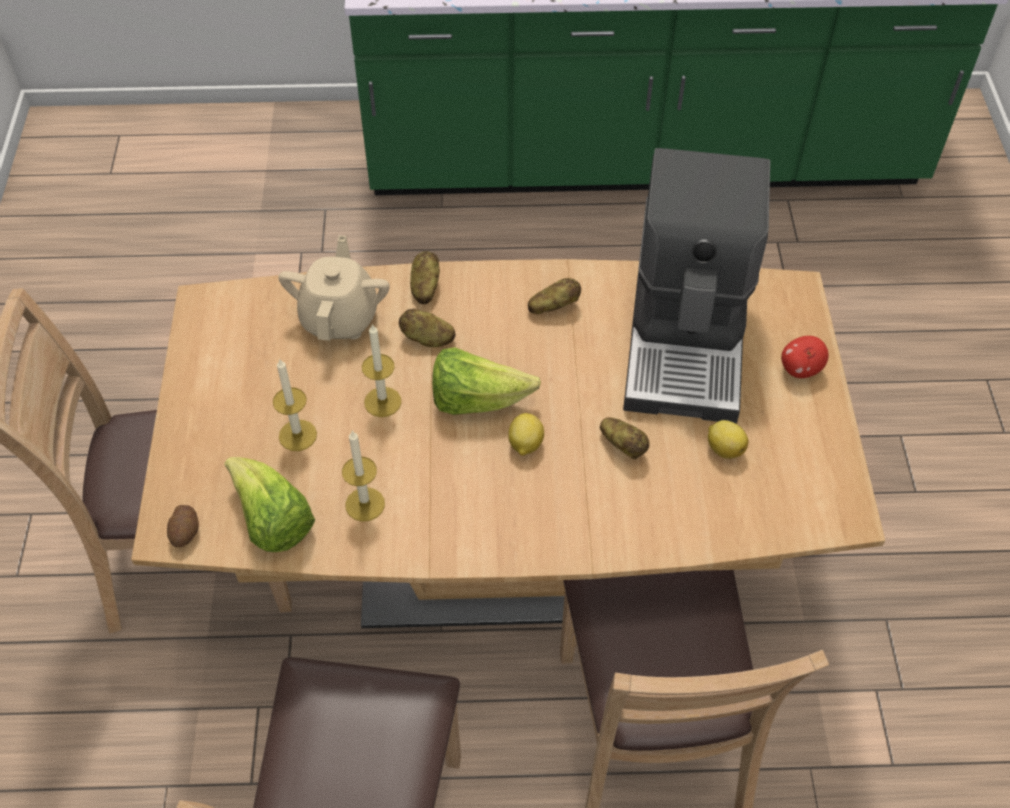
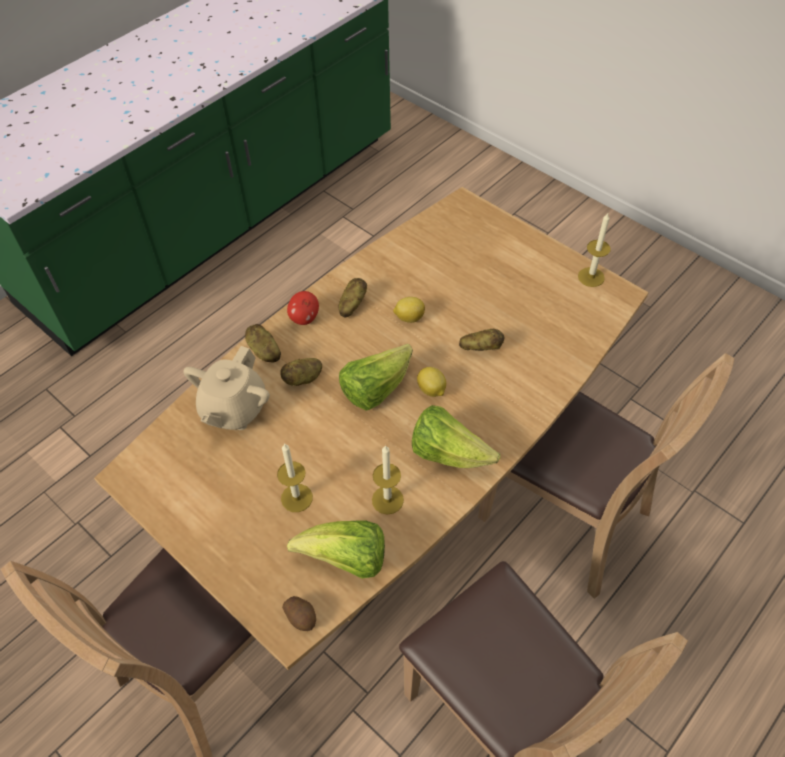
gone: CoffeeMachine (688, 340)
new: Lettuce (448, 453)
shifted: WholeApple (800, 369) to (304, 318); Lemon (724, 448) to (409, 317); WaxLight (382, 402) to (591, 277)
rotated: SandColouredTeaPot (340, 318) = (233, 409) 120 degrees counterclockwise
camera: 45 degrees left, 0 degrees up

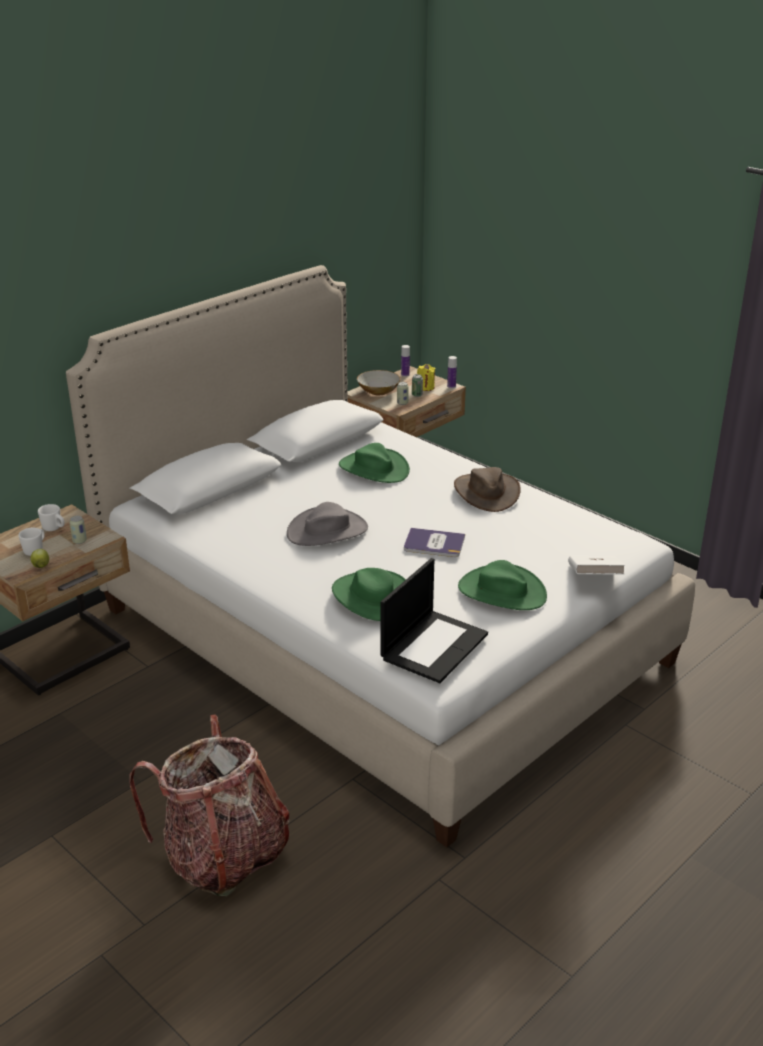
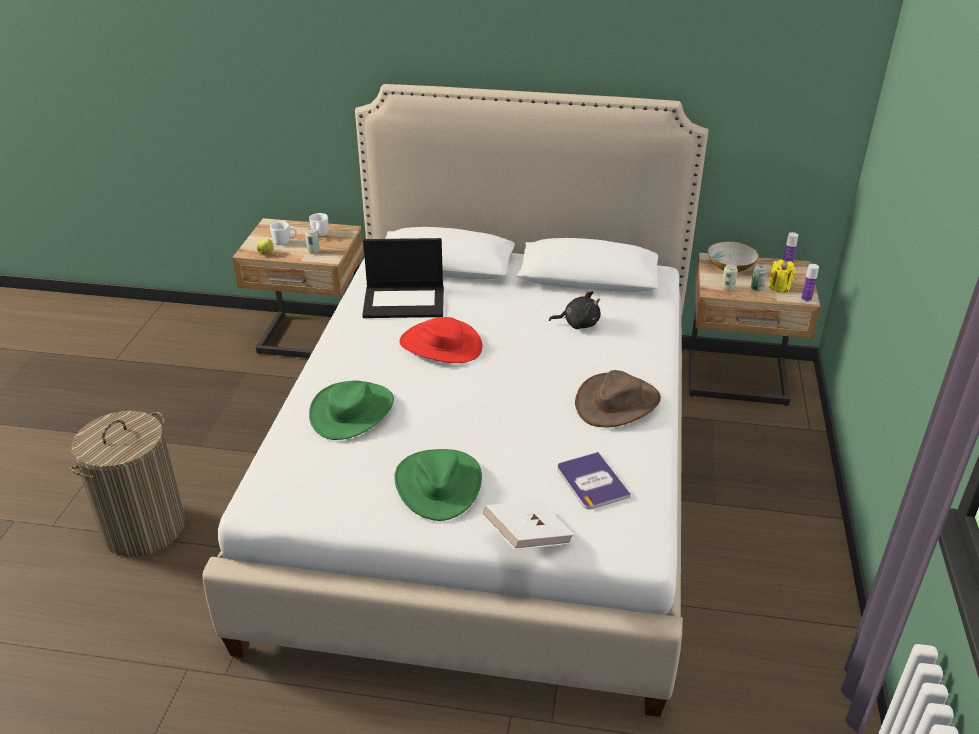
shifted: NotebookComputer (434, 645) to (405, 301); Book (434, 544) to (592, 482)
swapped: Rucksack (223, 856) to WashingBasket (144, 528); GreenWearableHat (373, 469) to BlackColouredSoftToy (578, 323)
repainted: GreyWearableHat (327, 530) to RedWearableHat (441, 345)
camera: 55 degrees right, 5 degrees up

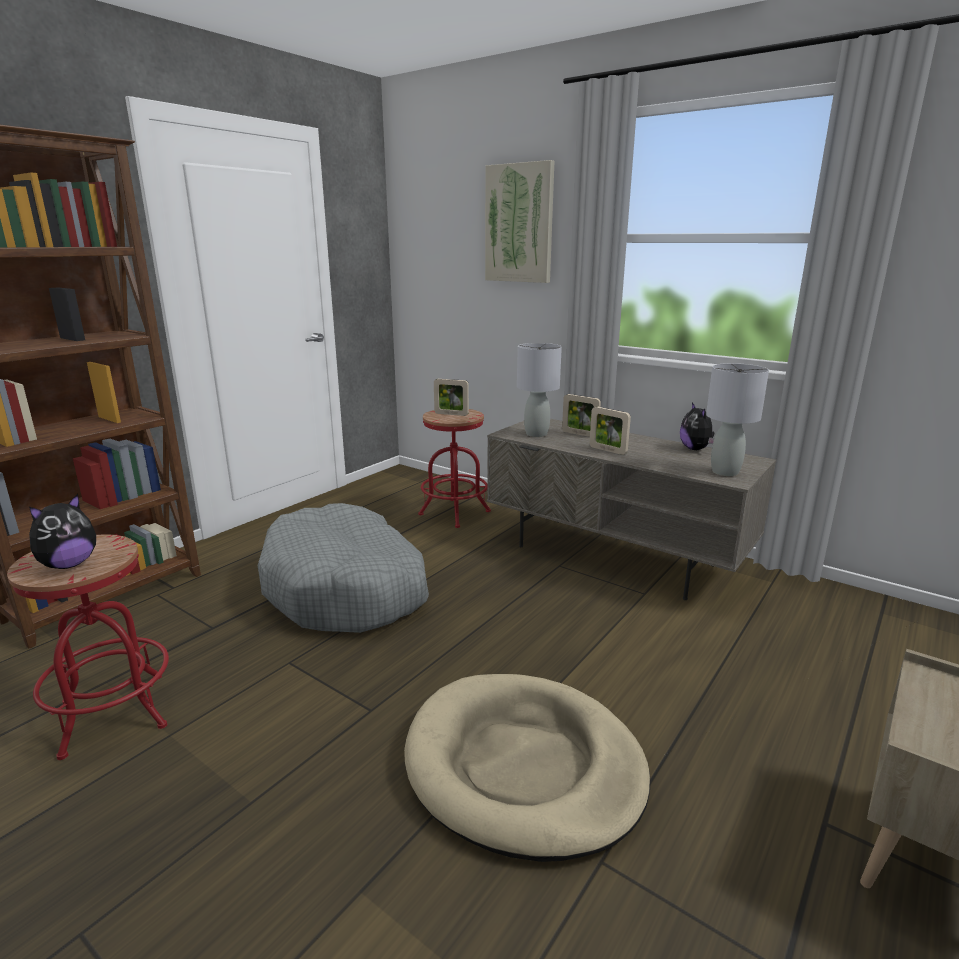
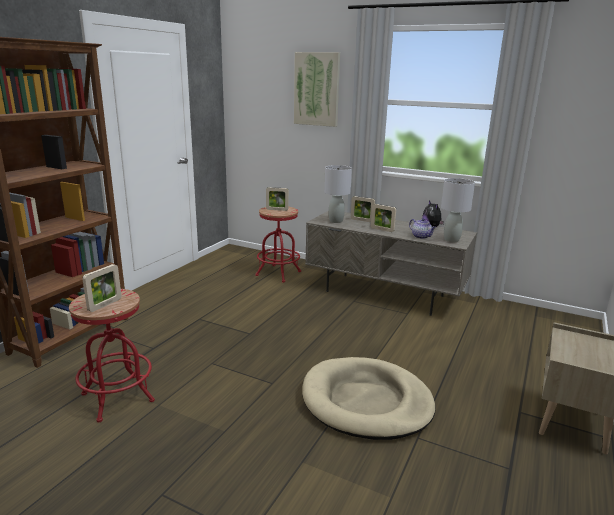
gone: GreyDogCushion (346, 588)
new: TeaPot (421, 237)
swapped: SoftToy (69, 564) to PictureFrame (105, 305)
camera: 10 degrees left, 0 degrees up

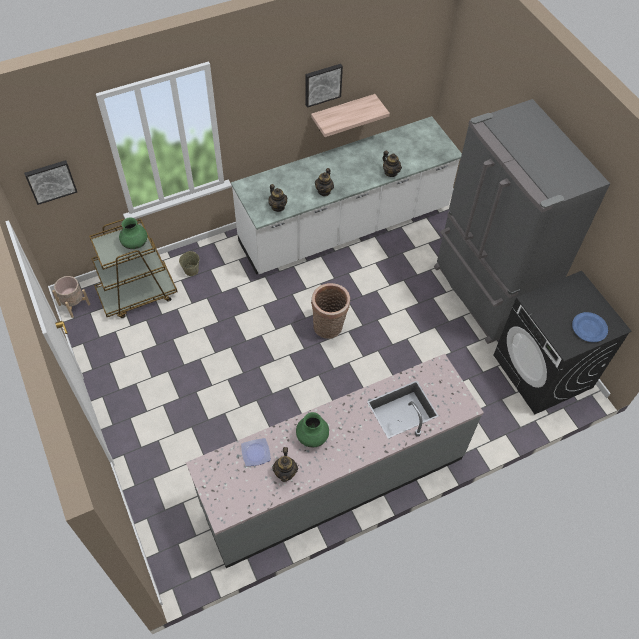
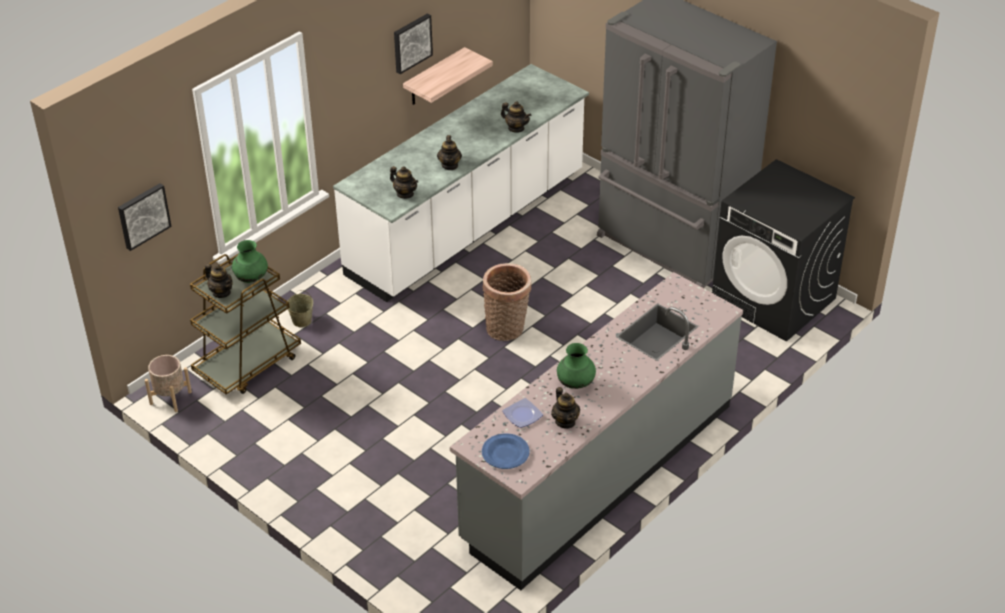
new: TeaPot (221, 292)
shifted: BlueFlatDish (589, 328) to (506, 453)
camera: 20 degrees left, 15 degrees down

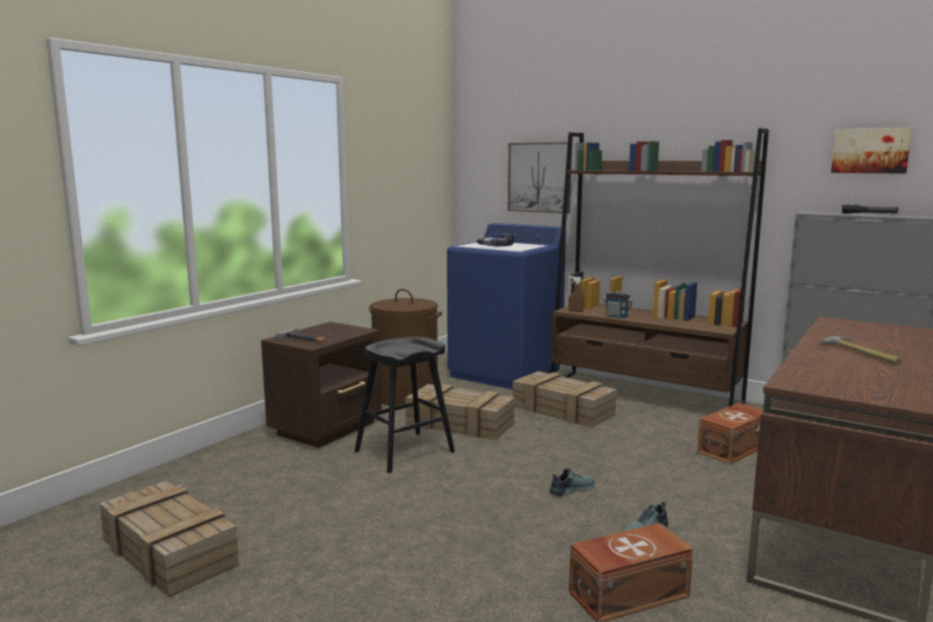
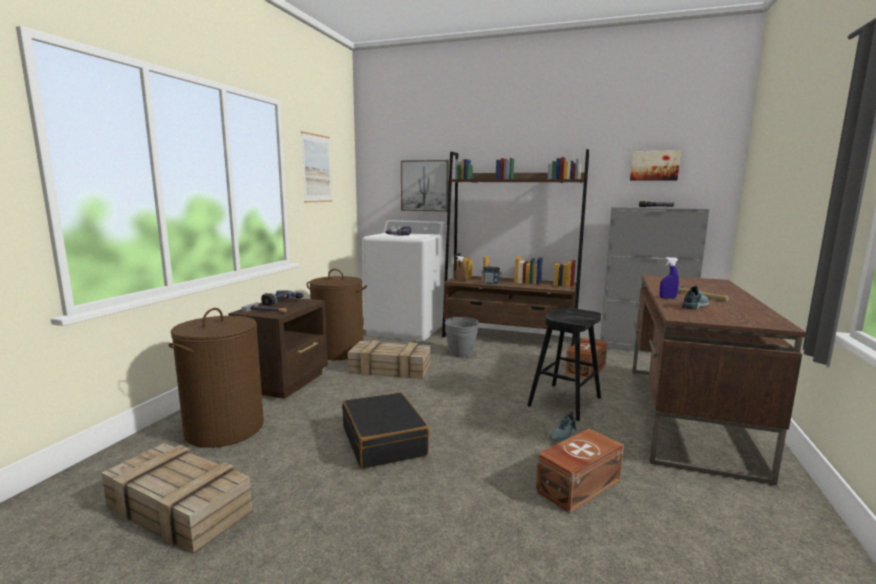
new: BrownWashingBasket (224, 428); ElectricDrill (282, 303); WallArt (317, 168); BlackColouredTravelCase (384, 441); BlueSprayer (667, 298)
shifted: BlackColouredStoolSeat (404, 452) to (564, 402); ItemOfFootwear (571, 489) to (693, 306)
swapped: PackingCrate (564, 410) to GreyWaterBucket (461, 353)
repainted: BlueLaundryMachine (506, 373) to WhitishLaundryMachine (406, 329)
camera: 15 degrees left, 0 degrees up

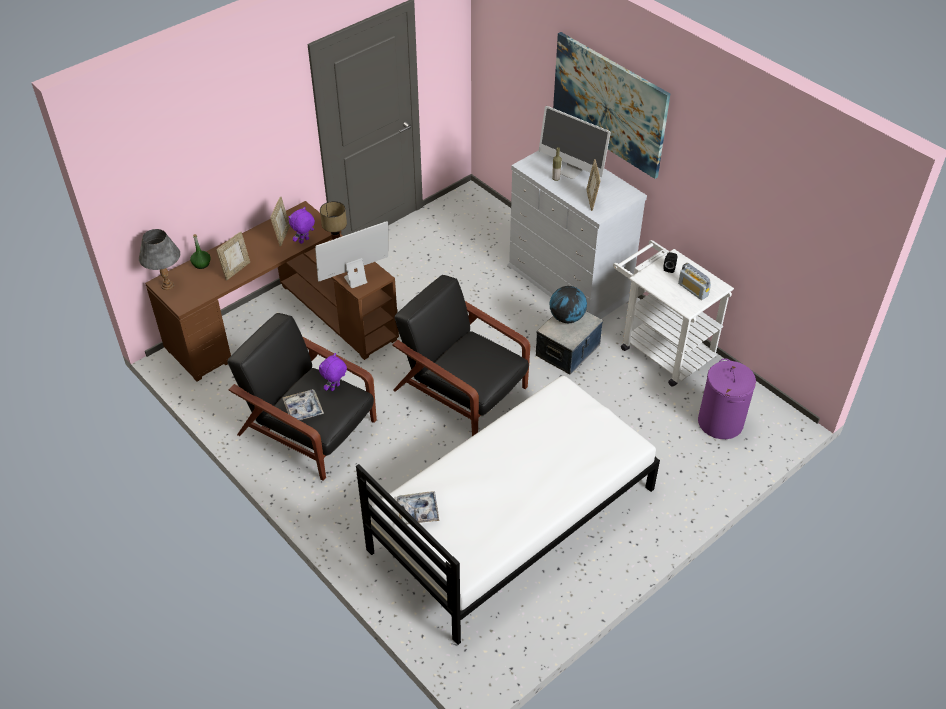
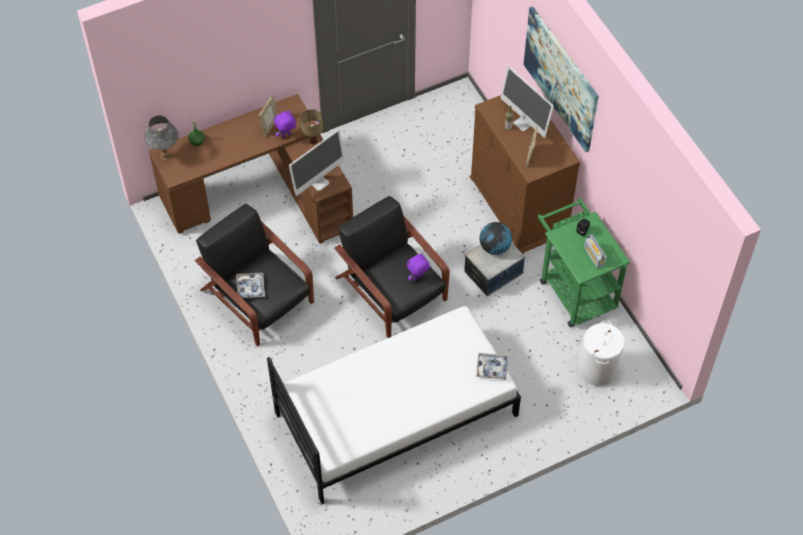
gone: PictureFrame (236, 270)
shifted: PurpleSoftToy (335, 387) to (417, 278); ServingTray (418, 511) to (492, 368)
repainted: WhitishChestOfDrawers (570, 282) to BrownChestOfDrawers (519, 205); WhitishCart (660, 348) to GreenCart (574, 289); PurpleWashingBasket (720, 422) to WhitishWashingBasket (597, 369)
rotated: ComputerDisplay (355, 279) = (318, 182) 150 degrees clockwise
camera: 15 degrees right, 10 degrees up

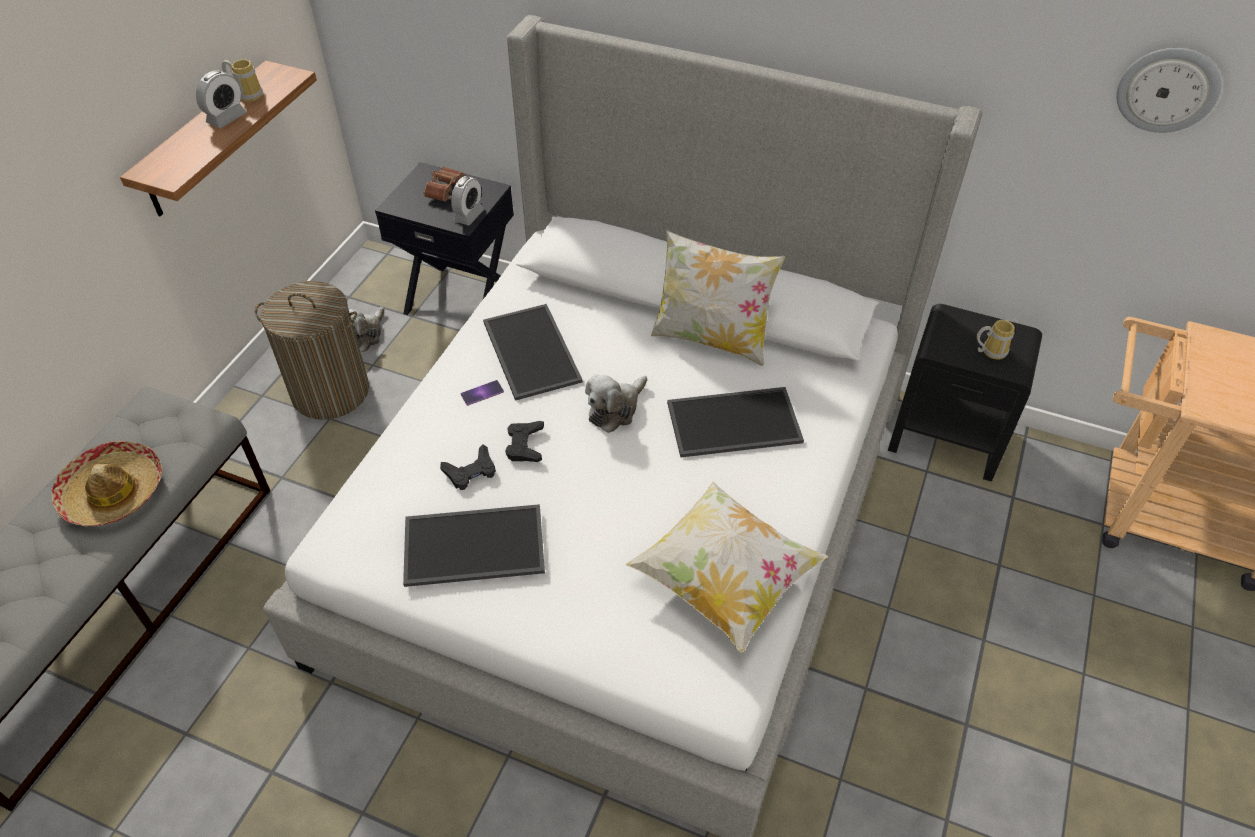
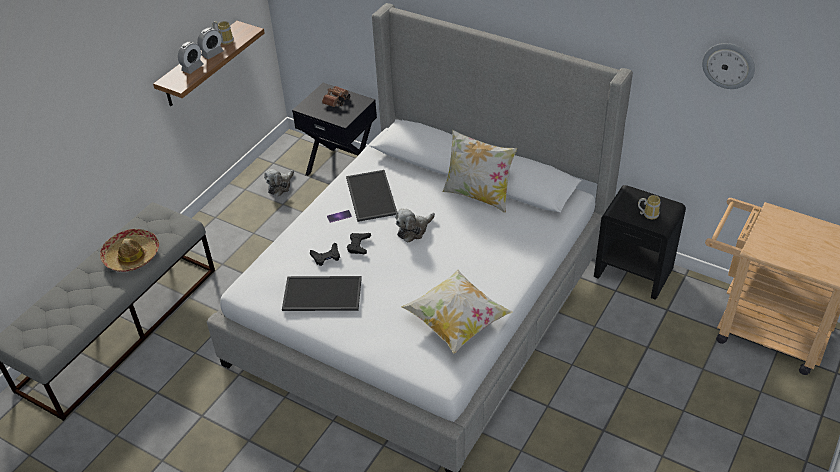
gone: WashingBasket (331, 392); ServingTray (733, 424)
shifted: TableClock (469, 215) to (192, 68)
camera: 10 degrees right, 5 degrees down

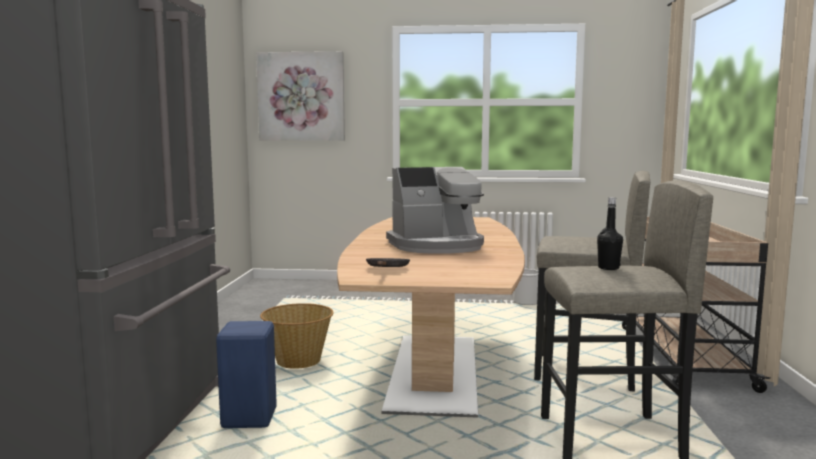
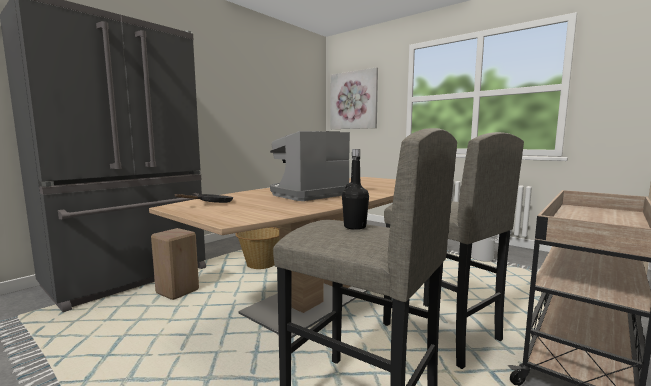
repainted: BlueStoolSeat (248, 418) to SandColouredStoolSeat (177, 291)
rotated: CoffeeMachine (437, 246) = (308, 194) 120 degrees clockwise
camera: 35 degrees right, 0 degrees up

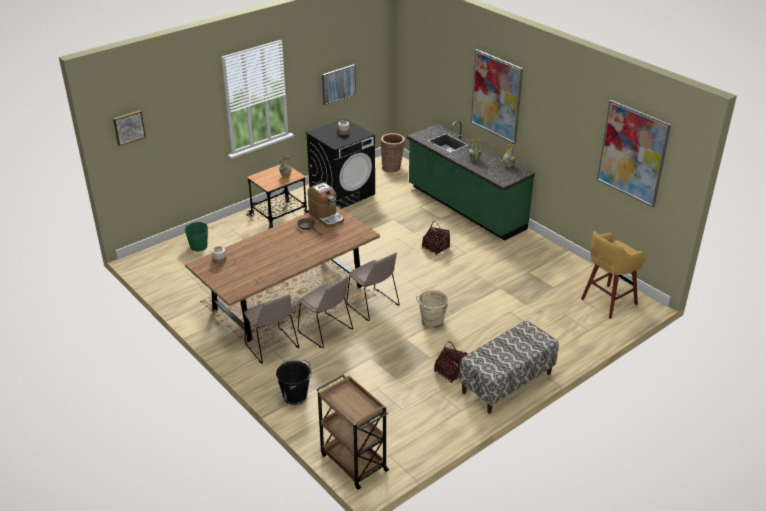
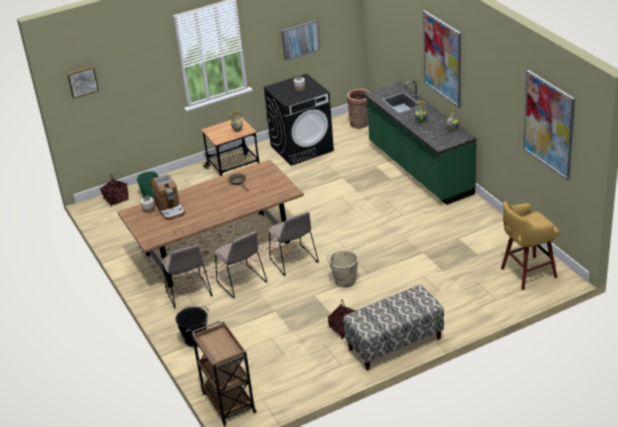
shifted: HouseholdBasket (435, 247) to (116, 199); CoffeeMachine (326, 217) to (170, 209)
camera: 15 degrees right, 0 degrees up

